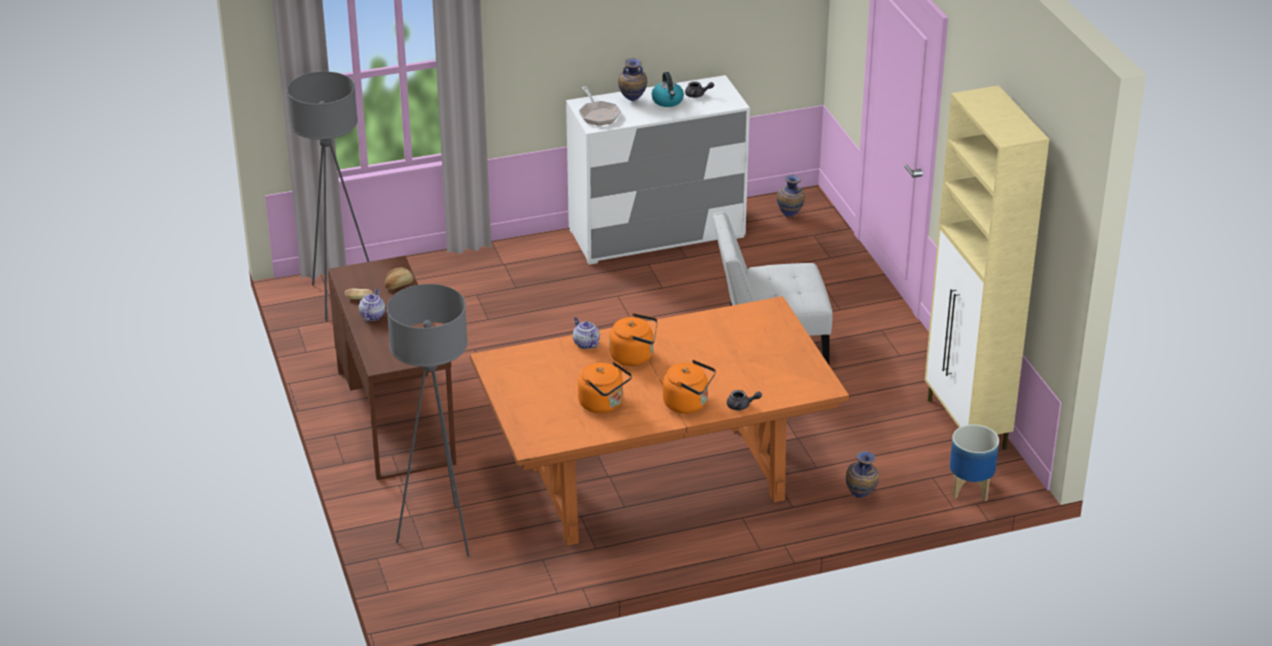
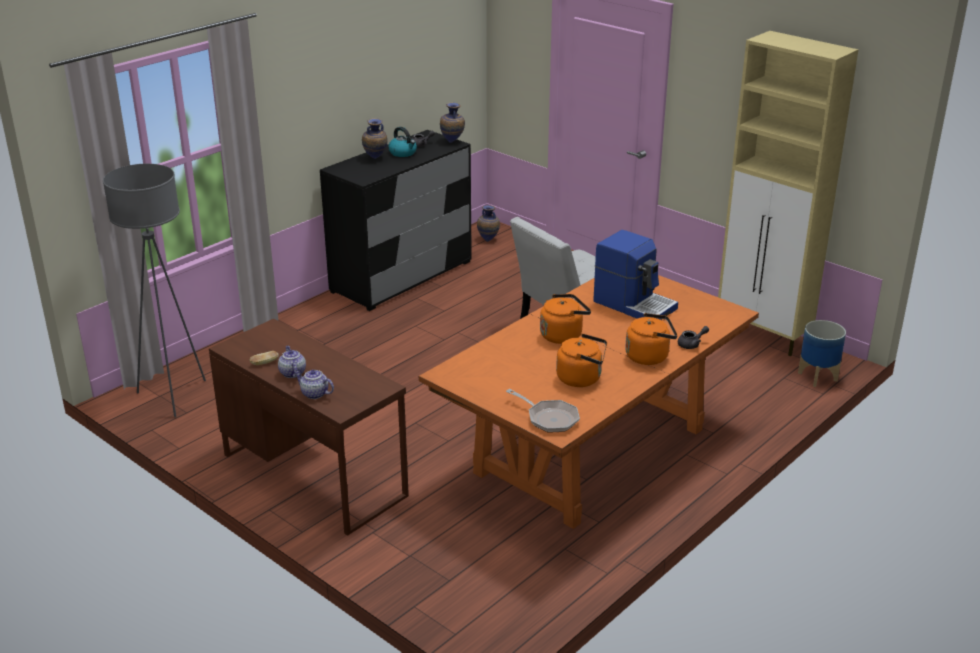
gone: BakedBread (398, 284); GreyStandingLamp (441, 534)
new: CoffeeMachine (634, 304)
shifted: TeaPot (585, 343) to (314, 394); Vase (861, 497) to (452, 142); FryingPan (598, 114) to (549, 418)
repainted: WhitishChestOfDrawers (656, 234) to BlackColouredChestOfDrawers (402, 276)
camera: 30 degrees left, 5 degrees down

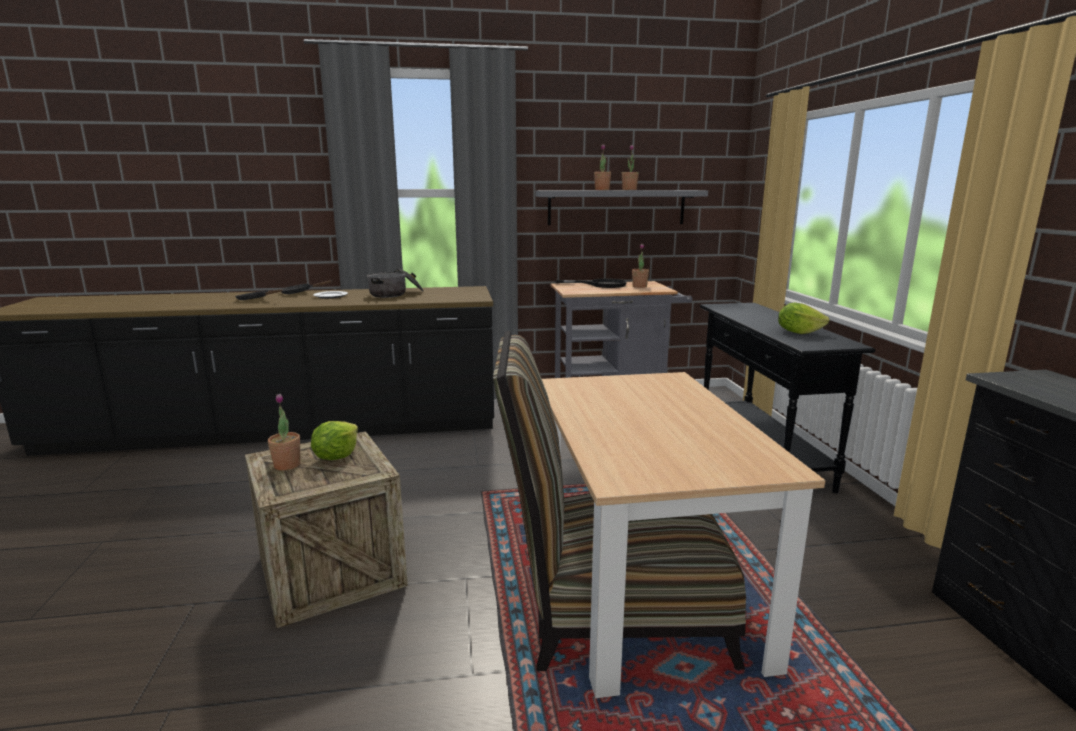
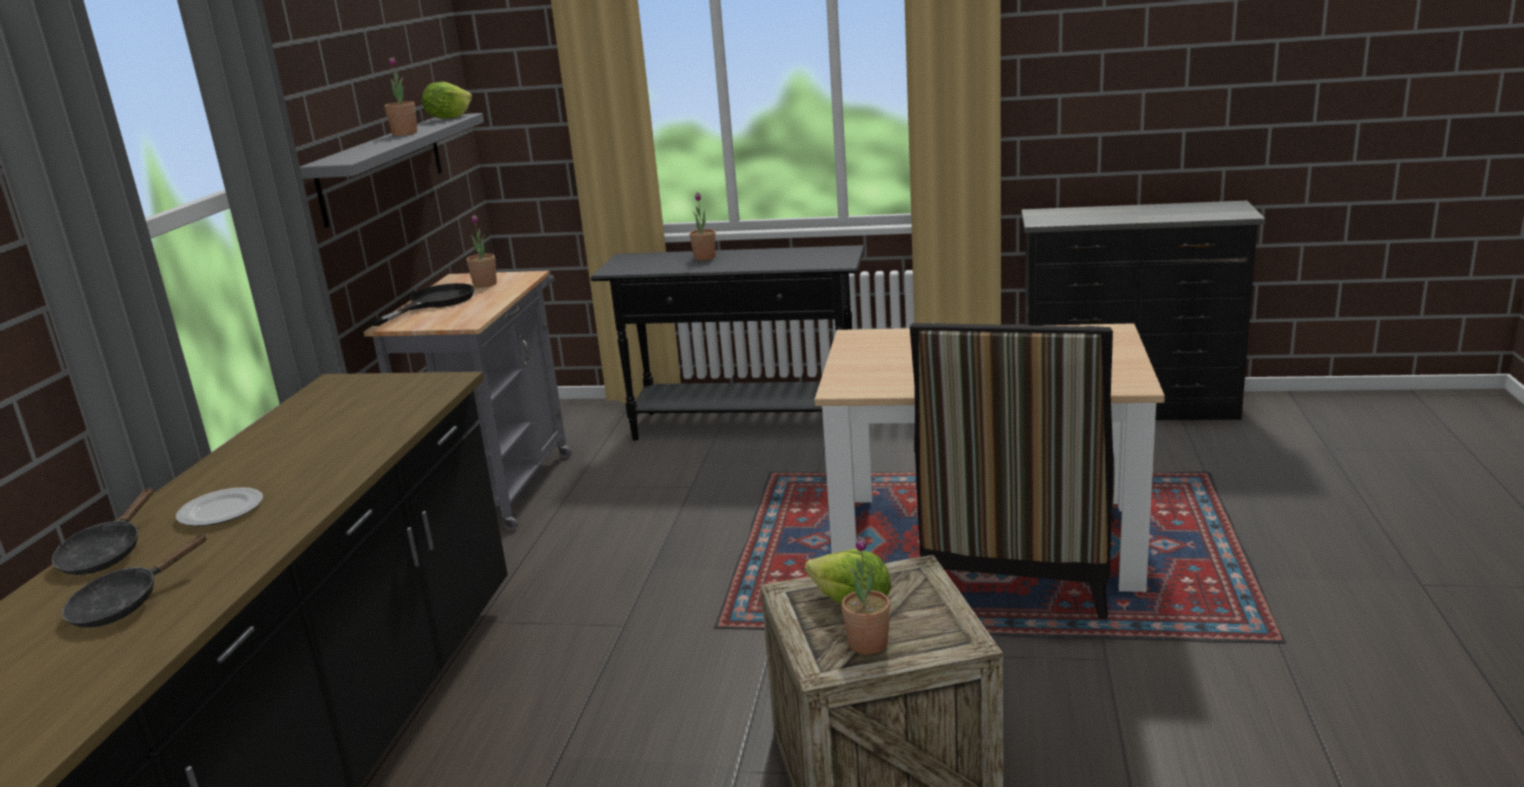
gone: Saucepot (396, 294)
shifted: Lettuce (798, 332) to (448, 118); PottedPlant (602, 190) to (704, 257)
camera: 70 degrees left, 5 degrees up

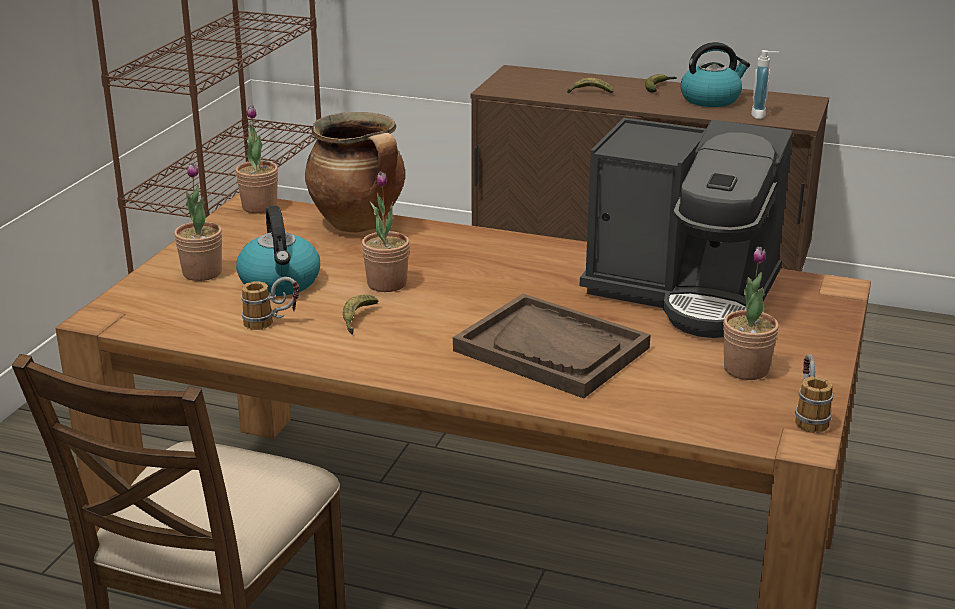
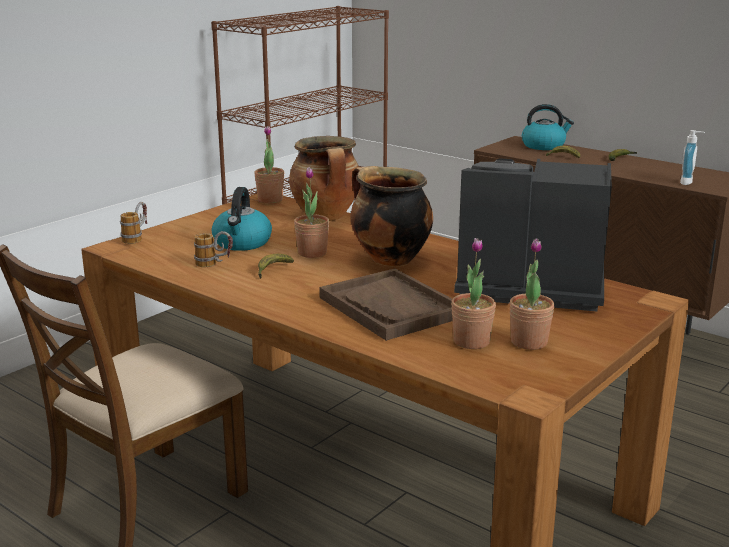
new: Saucepot (388, 259)
shifted: TeaMug (808, 415) to (137, 237); PottedPlant (202, 273) to (471, 341); WaterKettle (711, 99) to (544, 146)
rotated: CoffeeMachine (684, 292) = (525, 286) 150 degrees clockwise
camera: 20 degrees right, 5 degrees down

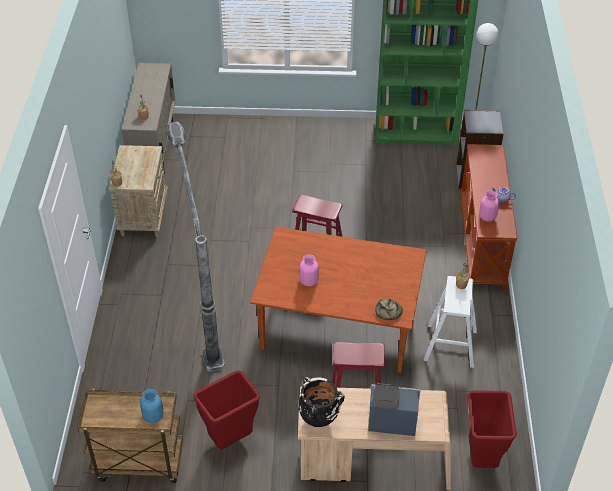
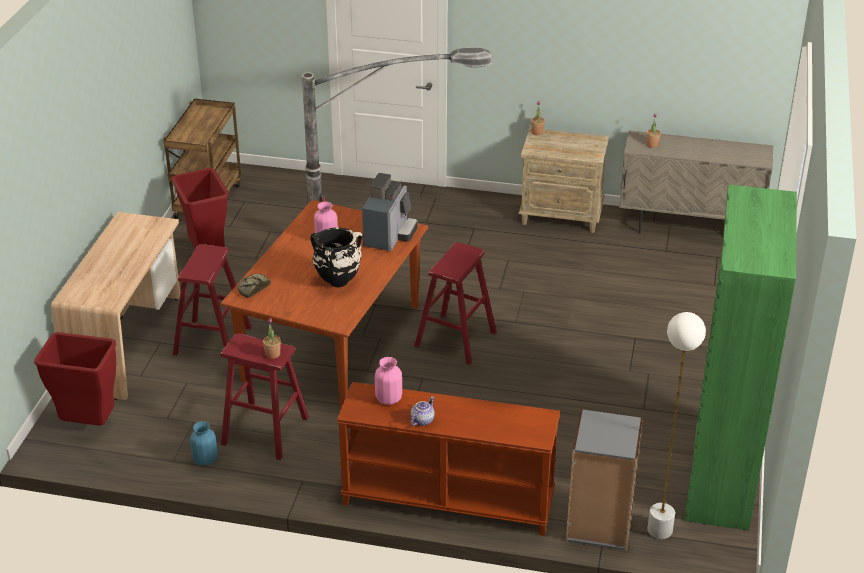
shifted: BlueVase (153, 416) to (205, 459); BlackColouredVase (319, 420) to (337, 283); CoffeeMachine (390, 420) to (389, 236)
repainted: WhitishStoolSeat (450, 345) to RedStoolSeat (265, 431)
camera: 100 degrees right, 10 degrees down

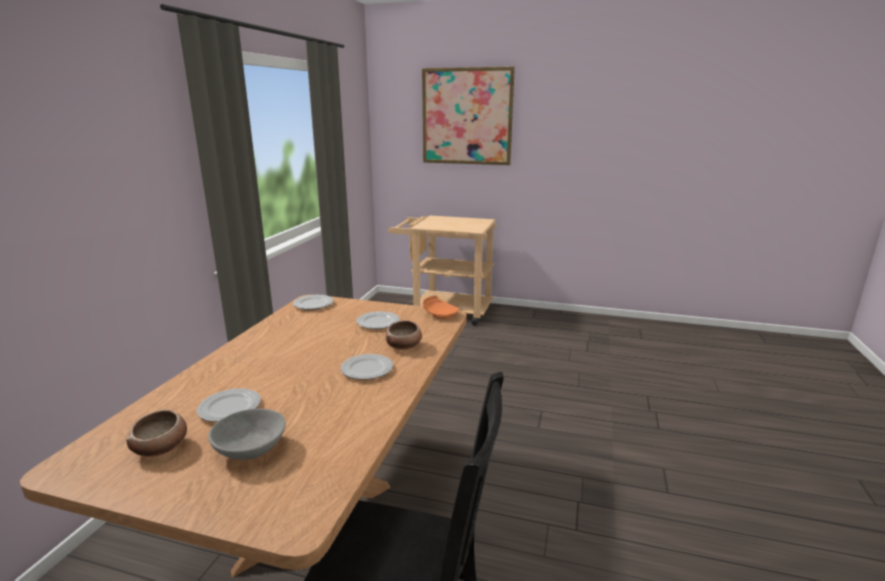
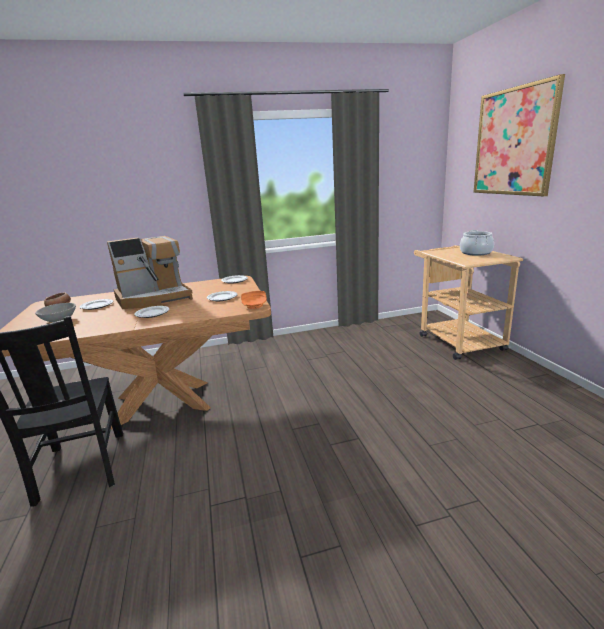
gone: DeepDish (404, 346)
new: CoffeeMachine (154, 298); Saucepot (475, 253)
camera: 60 degrees right, 0 degrees up

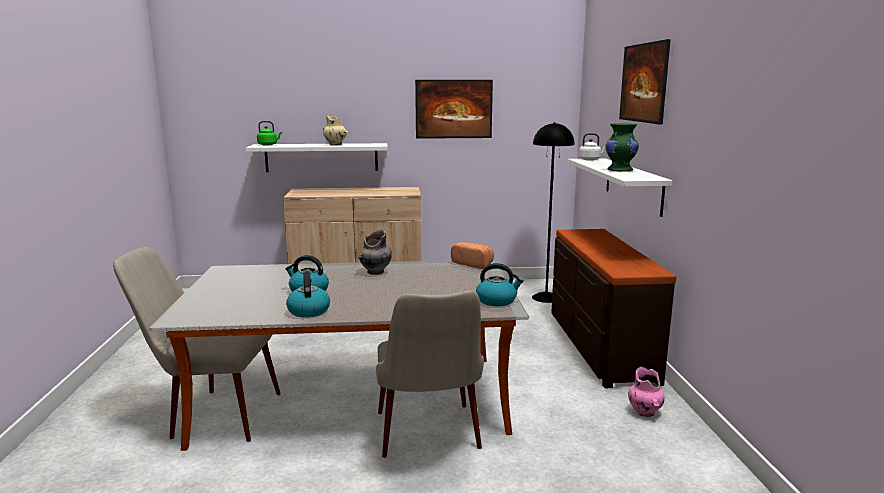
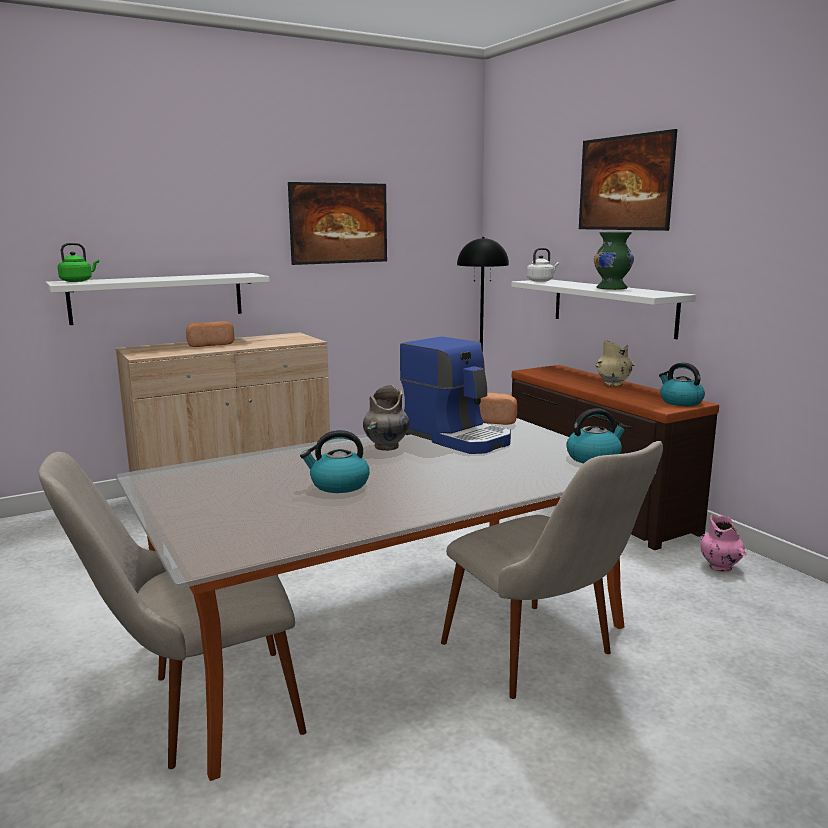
new: BakedBread (209, 344); CoffeeMachine (457, 437)
shifted: SandColouredVase (335, 144) to (613, 384); WaterKettle (308, 311) to (680, 402)
camera: 25 degrees left, 0 degrees up

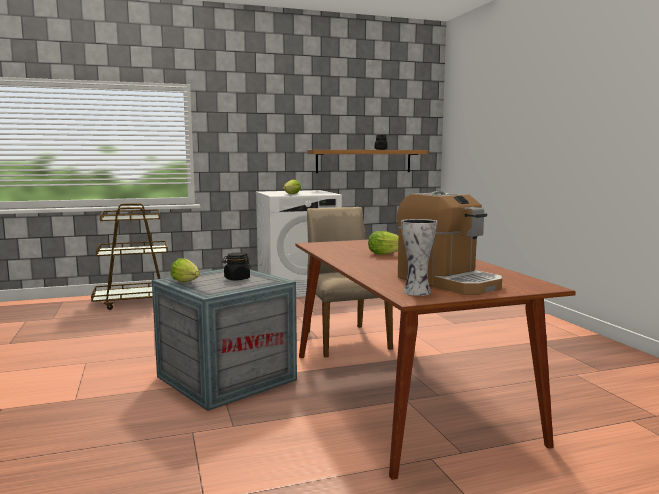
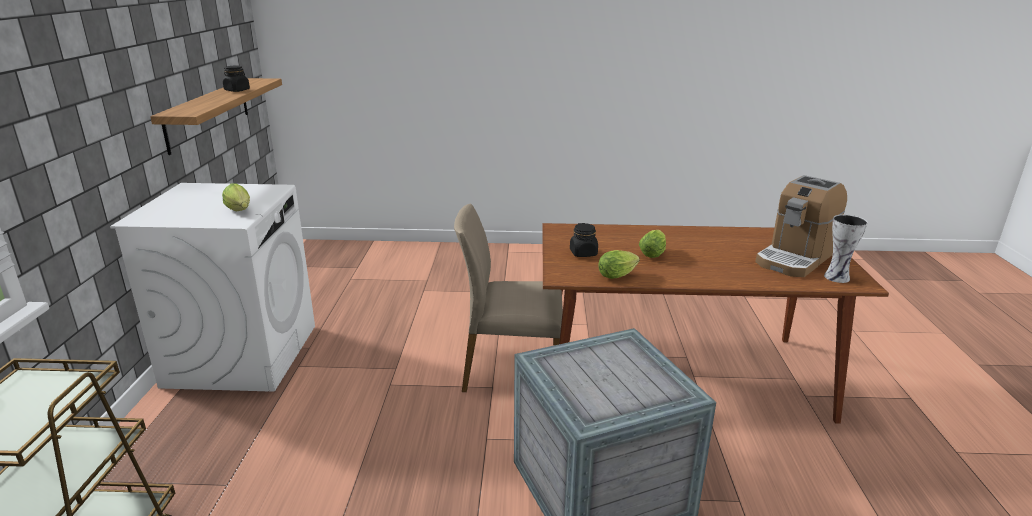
shifted: BlackColouredStorageJar (236, 279) to (583, 253); Lettuce (187, 282) to (619, 275)
rotated: CoffeeMachine (448, 282) = (795, 258) 150 degrees clockwise
camera: 70 degrees left, 15 degrees up

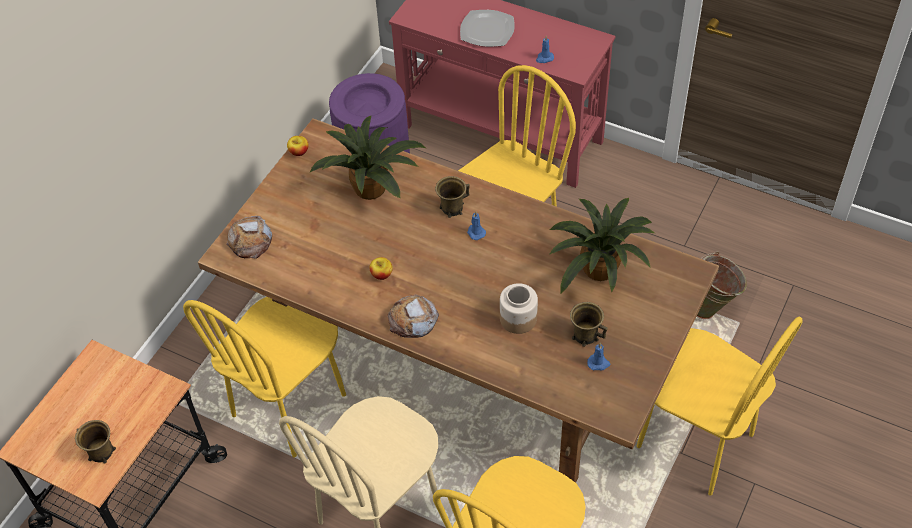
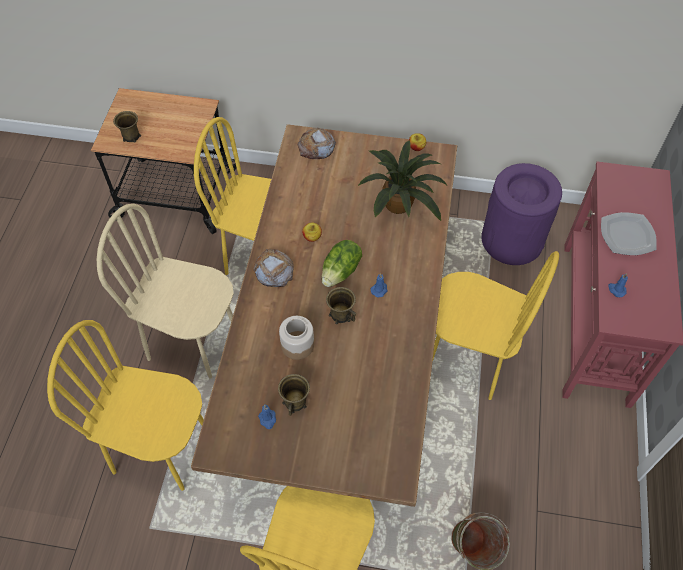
gone: PottedPlant (599, 271)
new: Lettuce (341, 271)
shifted: BrownTeaMug (452, 208) to (341, 314)
camera: 70 degrees right, 5 degrees up

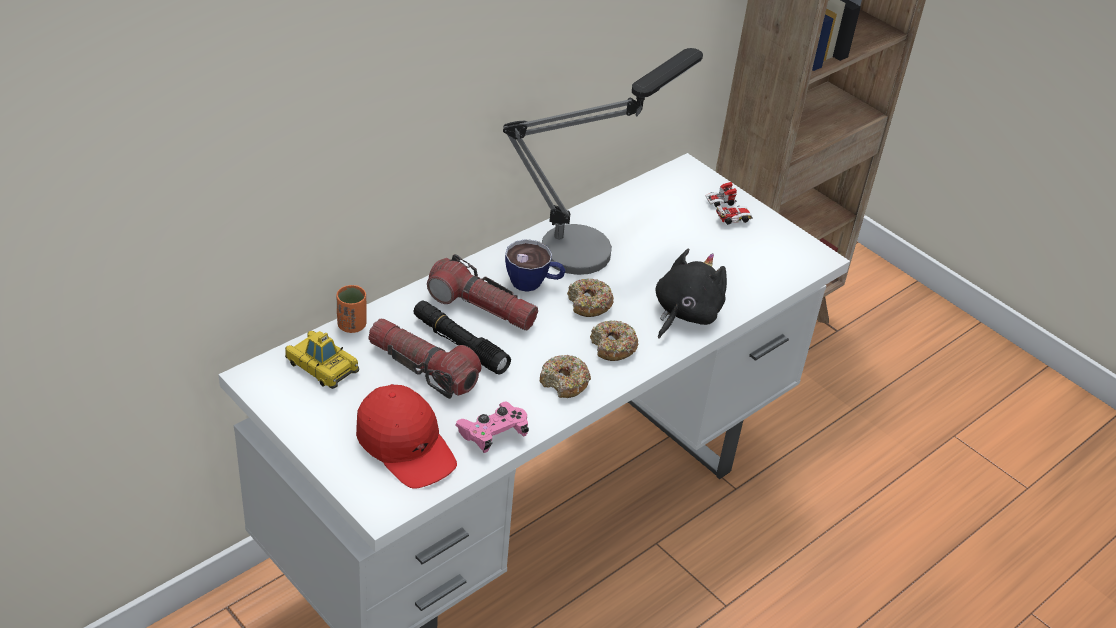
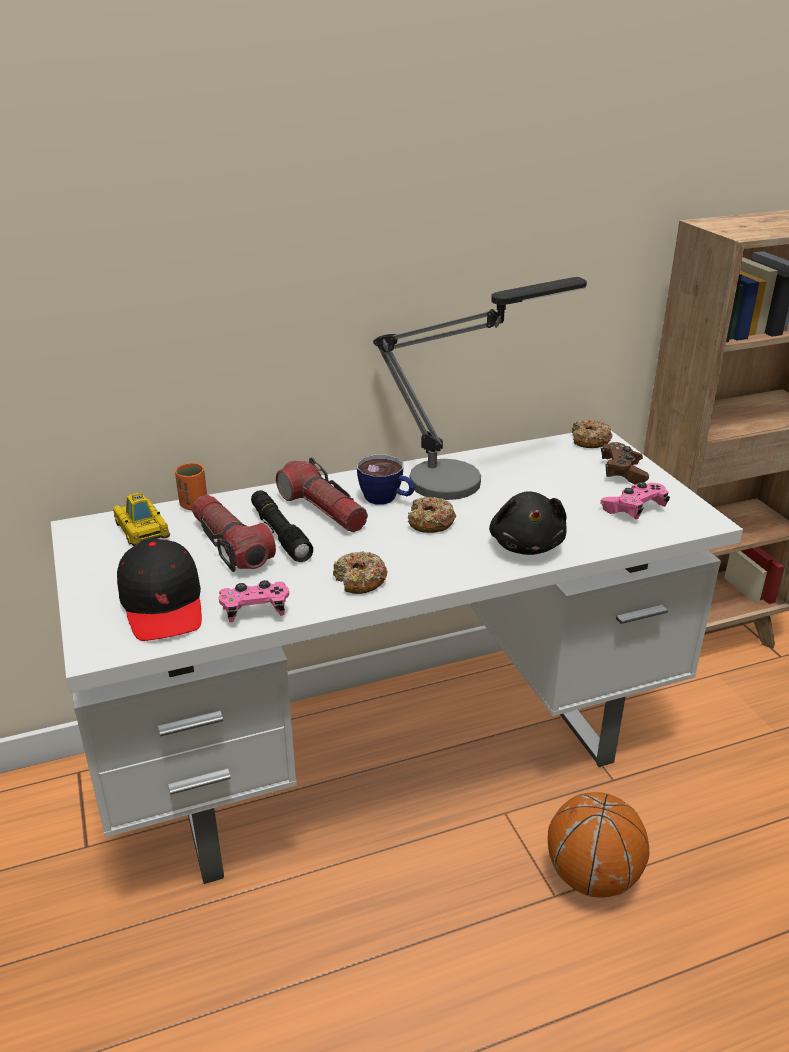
new: Basketball (591, 876); PinkGamepad (634, 509)
shifted: RingDoughnut (613, 347) to (590, 440)
swapped: MiniatureCar (727, 211) to BrownGamepad (623, 472)
repainted: RedPeakedCap (405, 446) to BlackColouredPeakedCap (163, 604)
rotated: BlackColouredSoftToy (684, 313) = (526, 545) 120 degrees clockwise
camera: 25 degrees right, 10 degrees down

